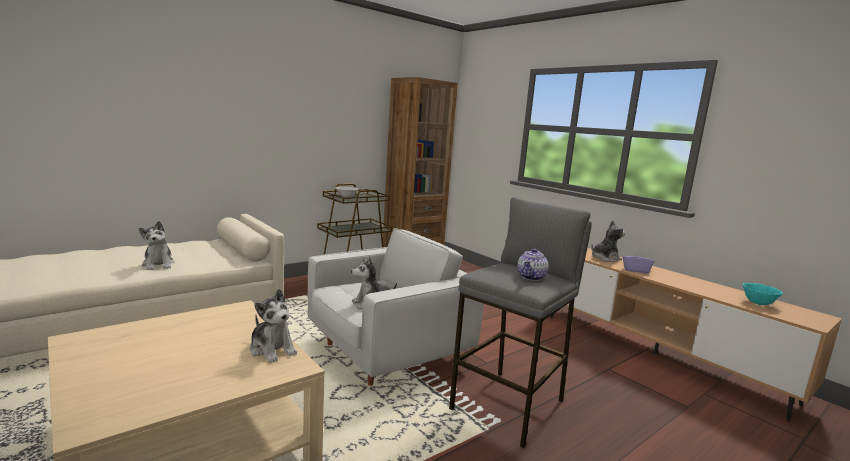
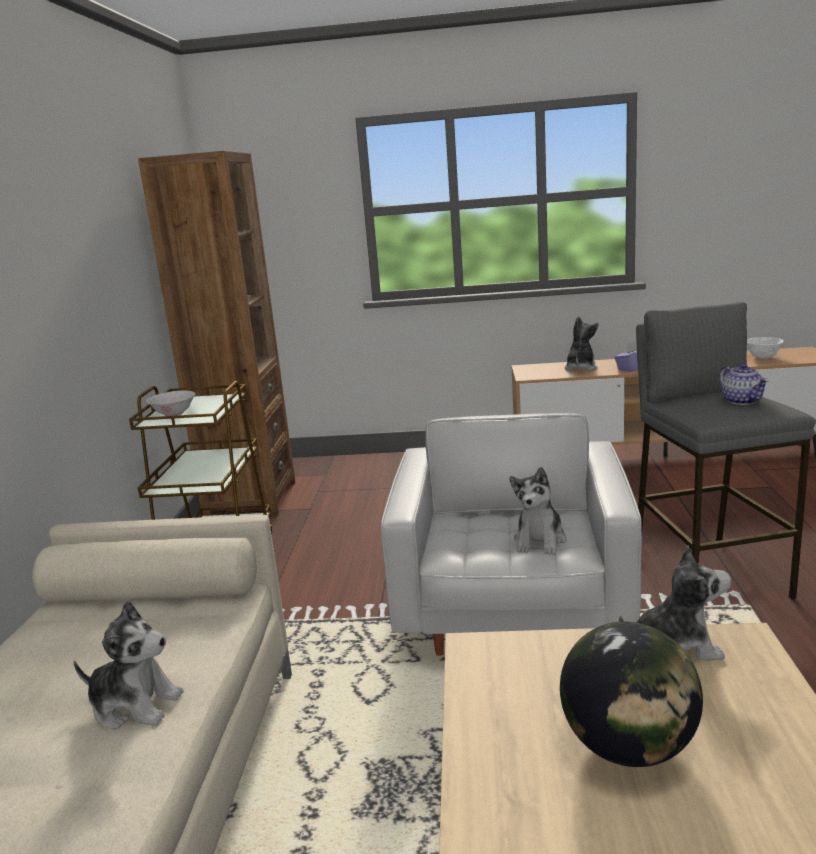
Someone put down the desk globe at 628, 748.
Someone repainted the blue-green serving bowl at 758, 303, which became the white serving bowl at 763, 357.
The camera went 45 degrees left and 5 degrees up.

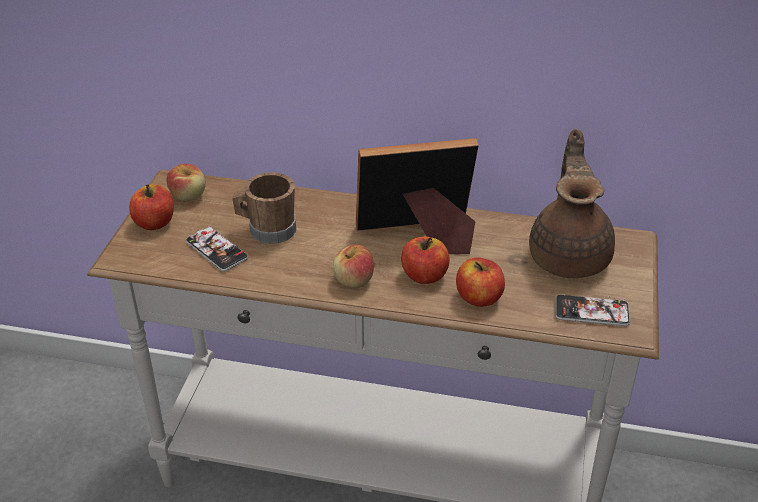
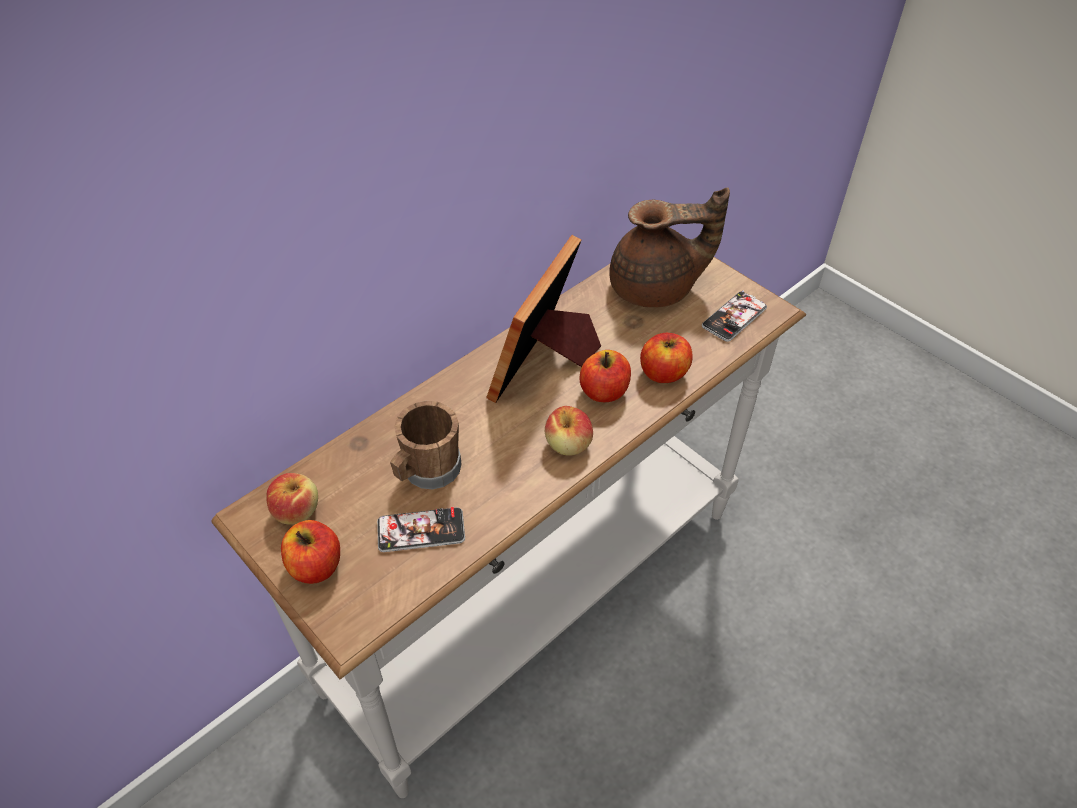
Someone rotated the brown teapot at 569, 255 by 135 degrees clockwise.
The camera went 55 degrees left and 10 degrees up.

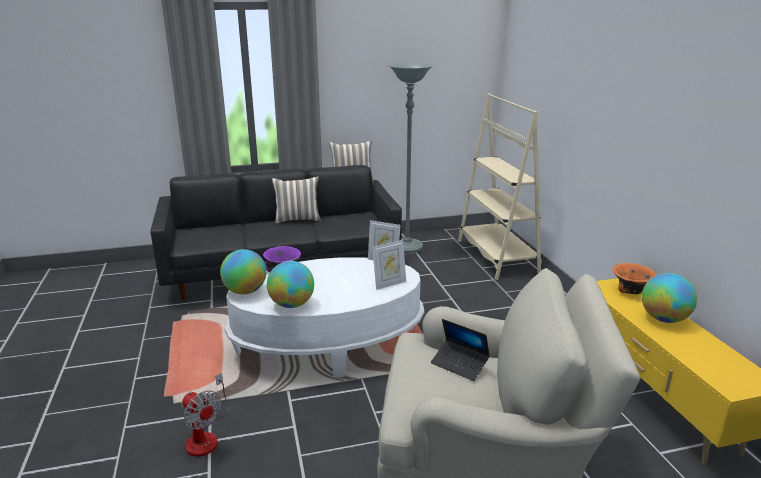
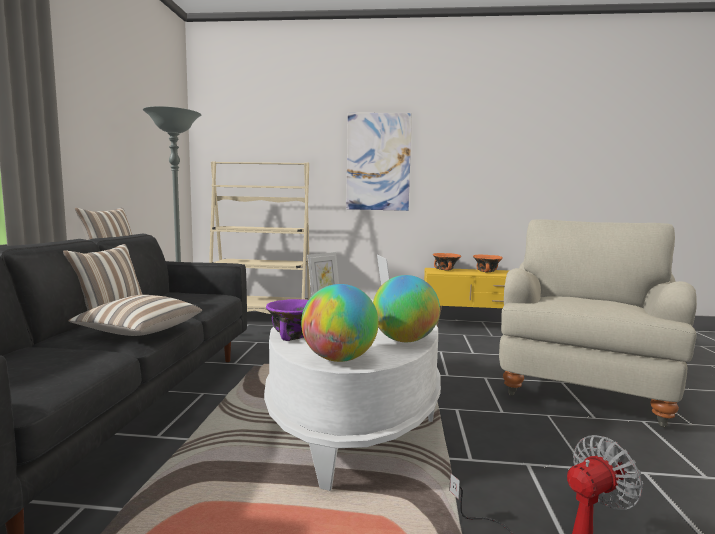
Someone took away the notebook computer at 459, 364.
Someone put down the cushion at 139, 332.
Someone put up the wall picture at 378, 162.
Someone swapped the desk globe at 664, 319 for the orange-coloured serving bowl at 486, 271.
The camera went 70 degrees left and 15 degrees down.

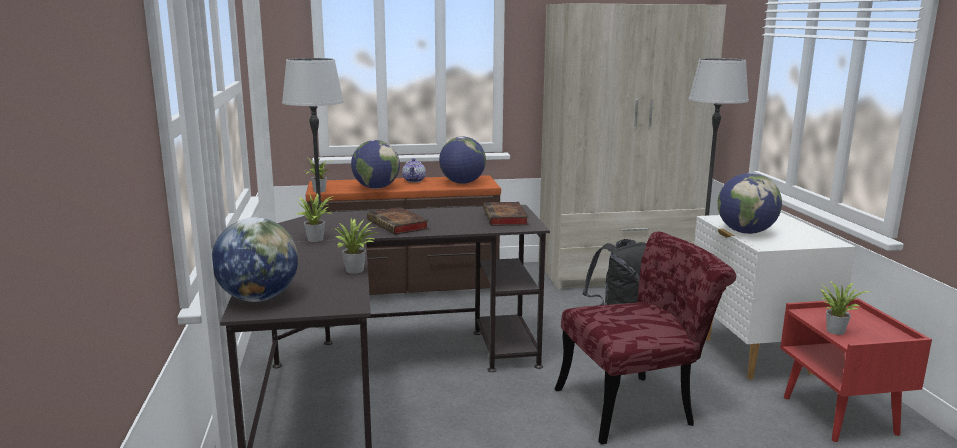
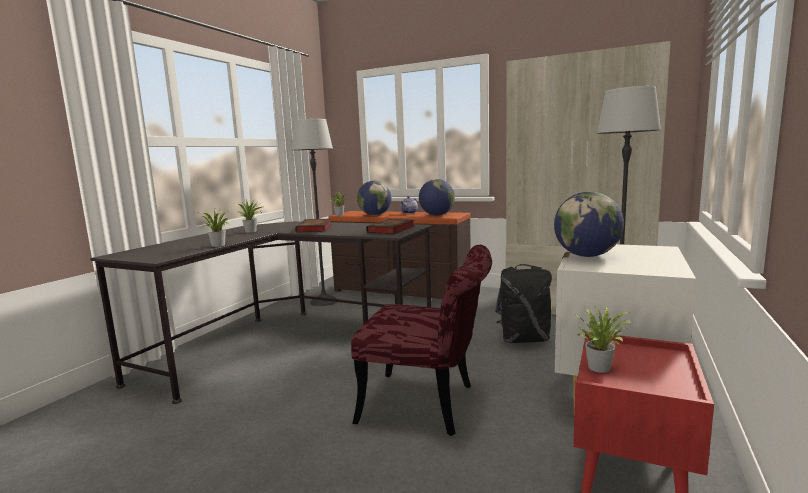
Someone took away the desk globe at 259, 298.
The camera went 35 degrees right and 5 degrees down.

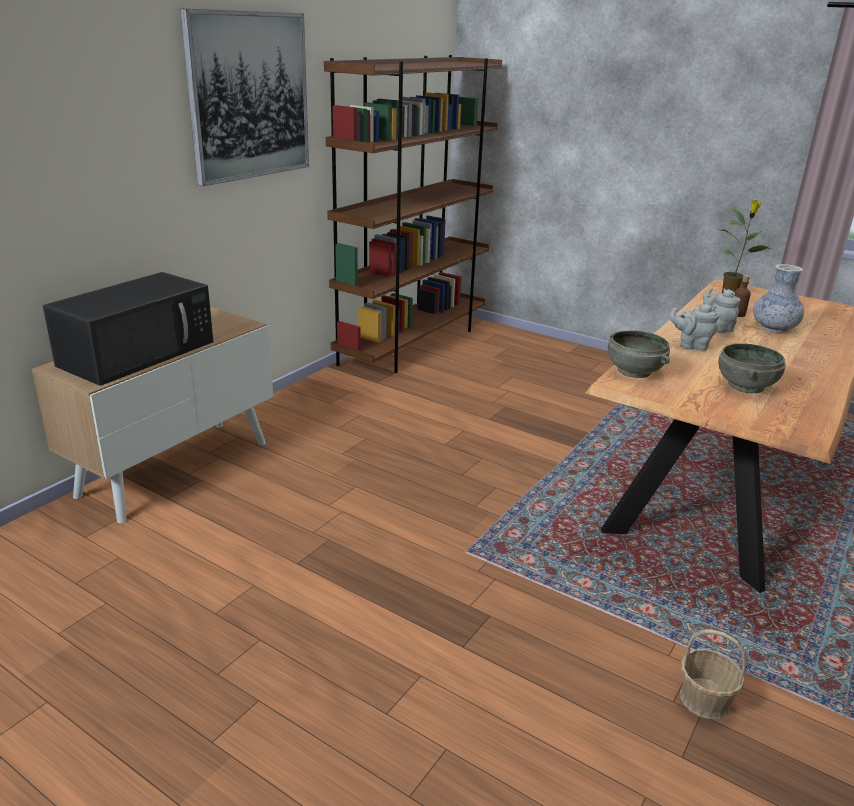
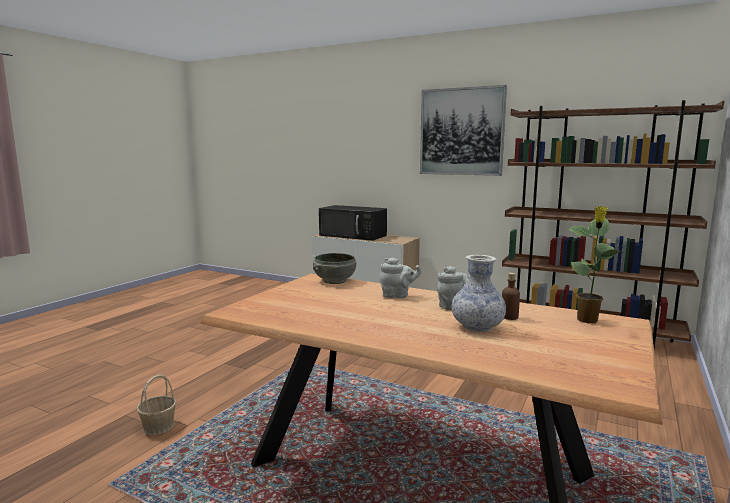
Someone took away the grey serving bowl at 746, 386.
Someone rotated the grey teapot at 691, 345 by 90 degrees clockwise.
The camera went 85 degrees right and 15 degrees down.

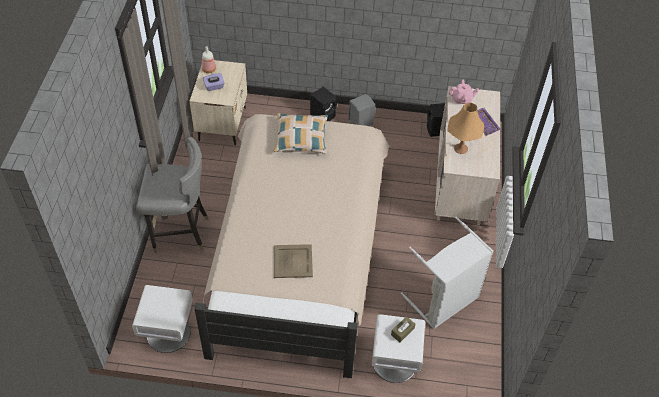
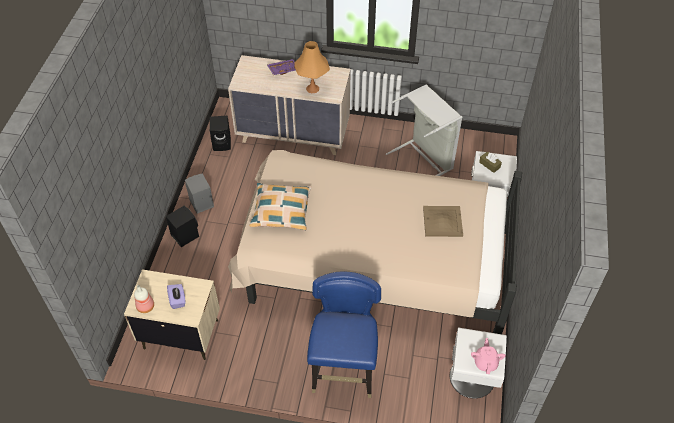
Someone carried the pink-coloured teapot from 462, 99 to 485, 362.
Someone repainted the grey plain chair at 180, 233, which became the blue plain chair at 344, 373.
The camera went 85 degrees left and 0 degrees up.

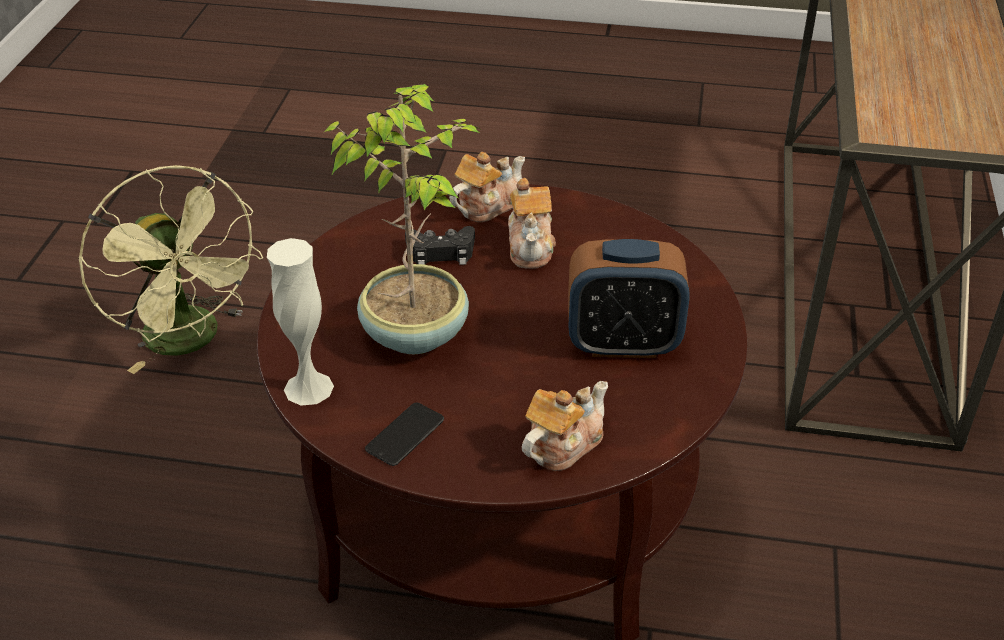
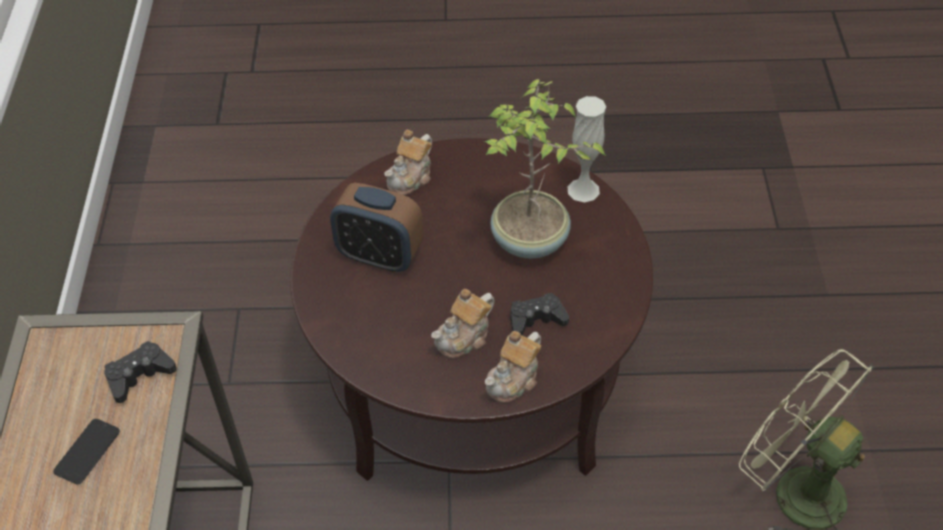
Someone put down the black gamepad at 139, 375.
Someone carried the handset from 405, 435 to 87, 452.
Someone rotated the teapot at 531, 246 by 120 degrees counterclockwise.
Someone rotated the alarm clock at 623, 343 by 150 degrees counterclockwise.
The camera went 170 degrees right and 10 degrees up.

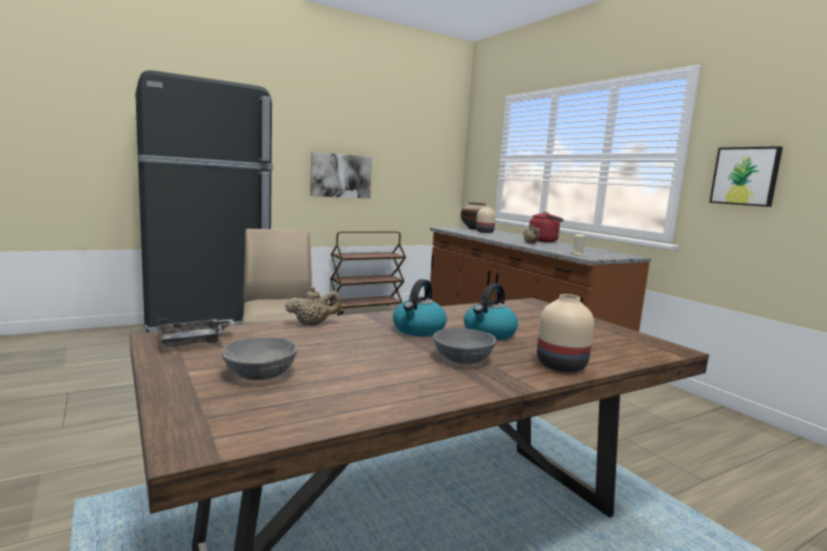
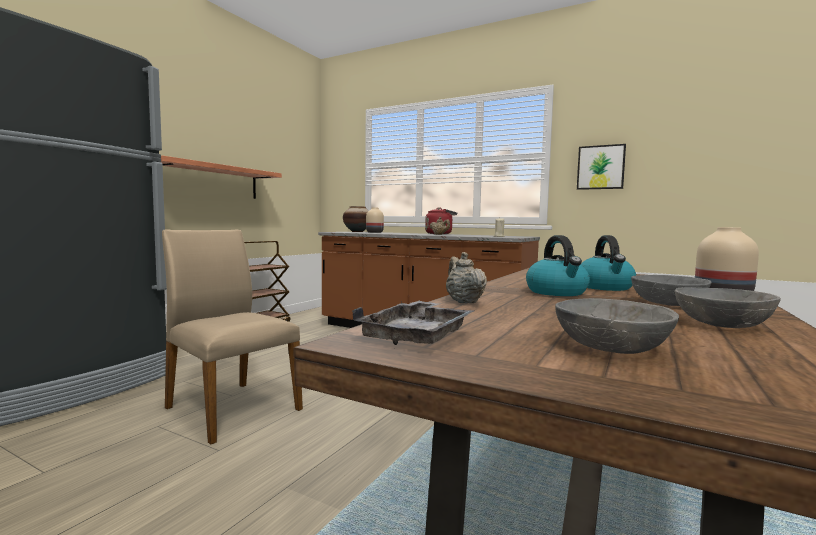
Someone put down the grey serving bowl at 722, 324.
Someone swapped the wall picture at 341, 175 for the wall shelf at 210, 181.
Someone rotated the beige teapot at 313, 324 by 60 degrees counterclockwise.
The camera went 30 degrees left and 5 degrees down.

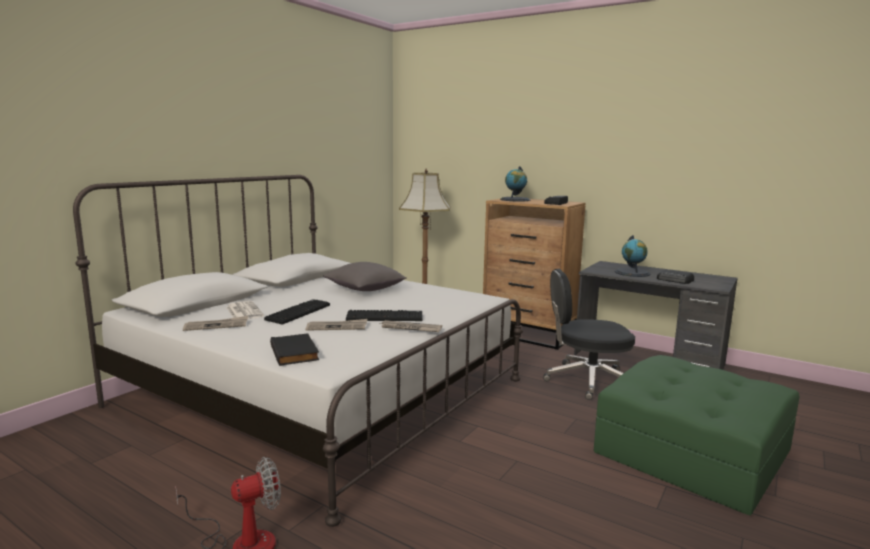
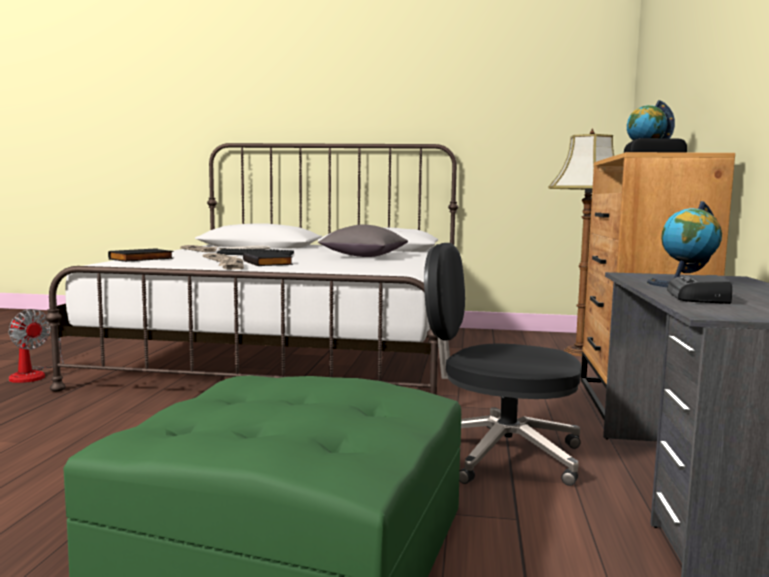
Someone swapped the keyboard at 385, 317 for the black bound book at 269, 263.
Someone rotated the black desk chair at 587, 381 by 45 degrees counterclockwise.
The camera went 65 degrees right and 5 degrees down.

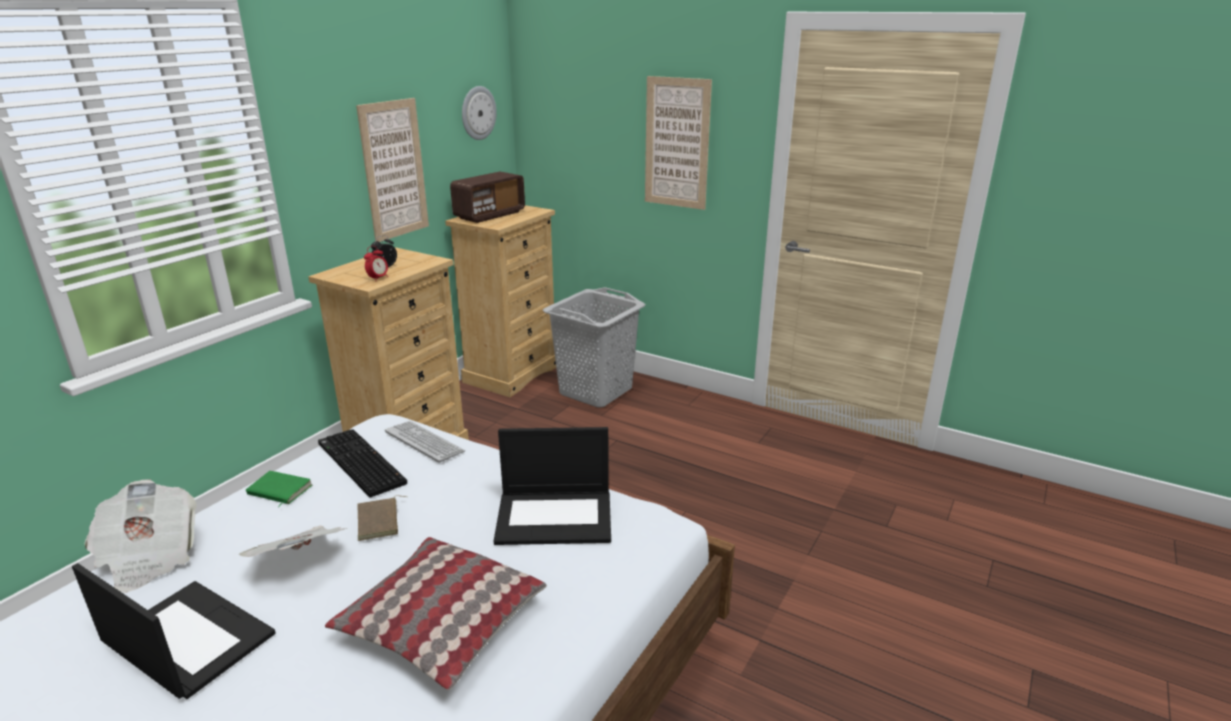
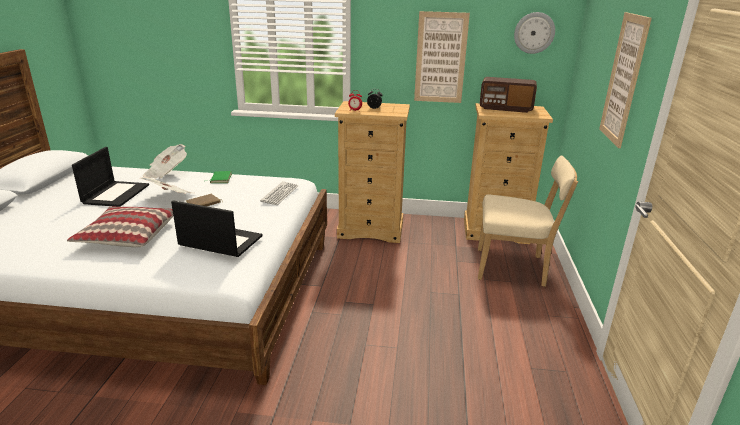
Someone took away the keyboard at 358, 464.
Someone swapped the grey hamper at 596, 391 for the beige plain chair at 514, 268.
Someone rotated the notebook computer at 556, 517 by 135 degrees clockwise.
The camera went 65 degrees right and 0 degrees up.

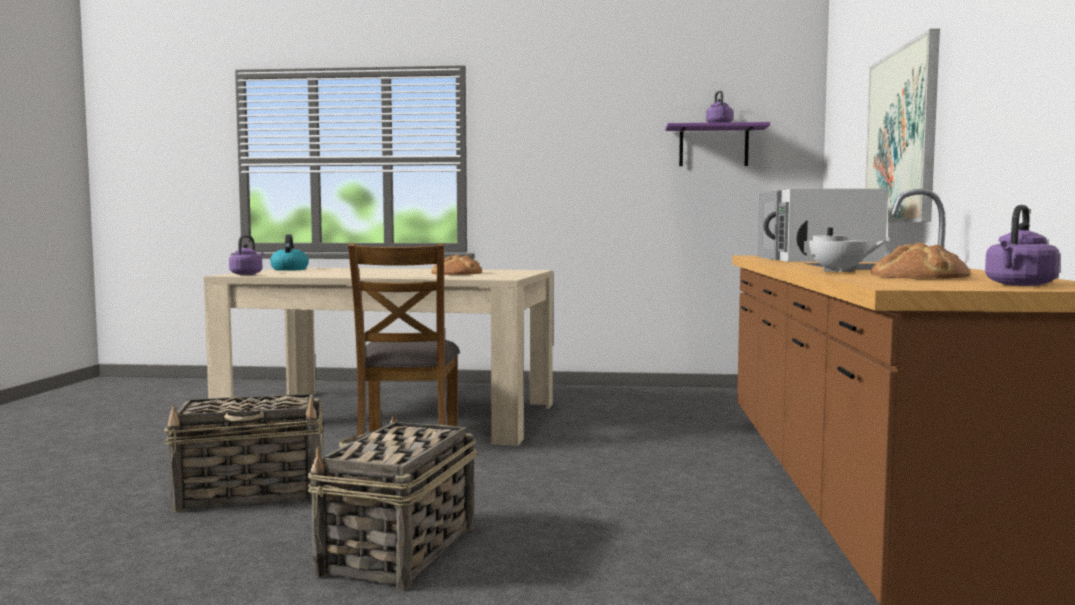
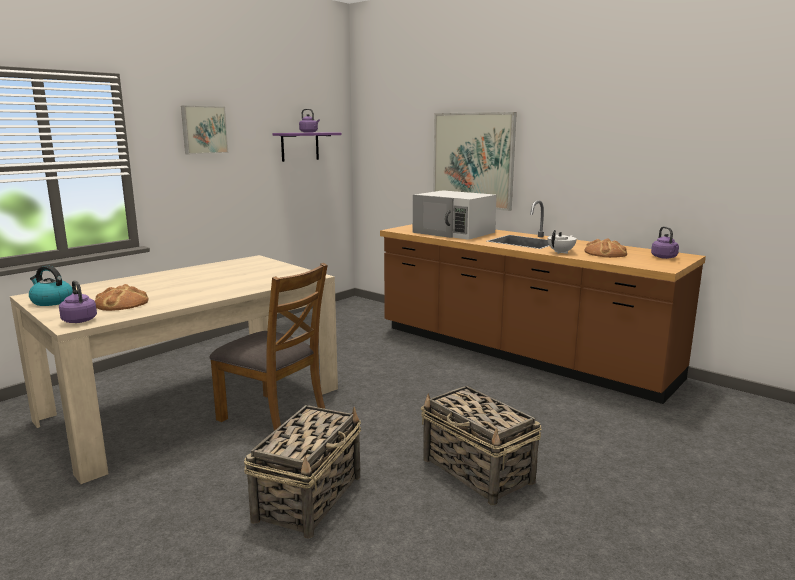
Someone put up the wall picture at 203, 130.
Someone carried the bakery bread from 457, 273 to 122, 303.
The camera went 55 degrees left and 10 degrees up.

